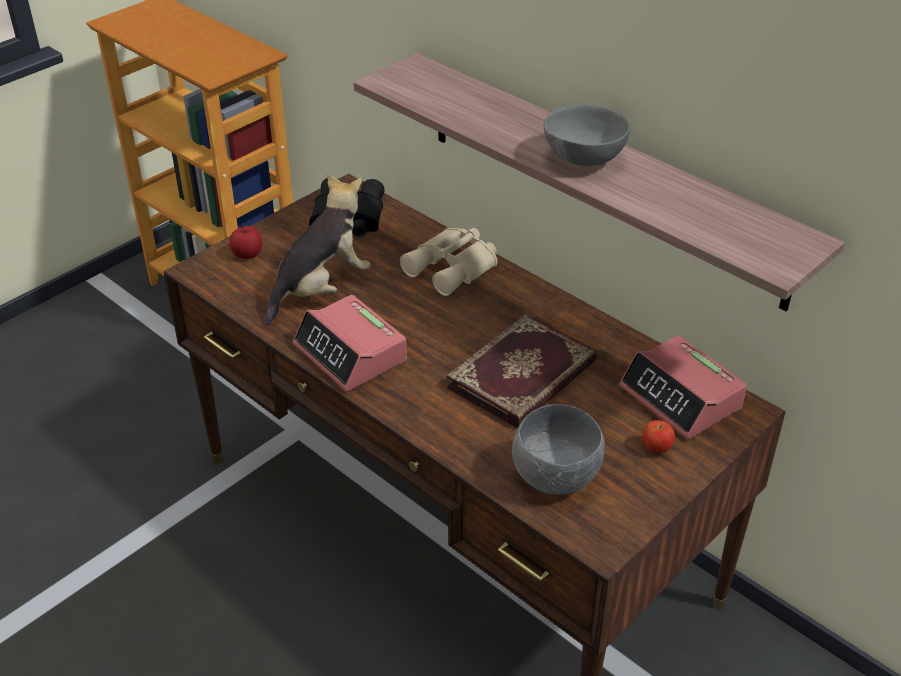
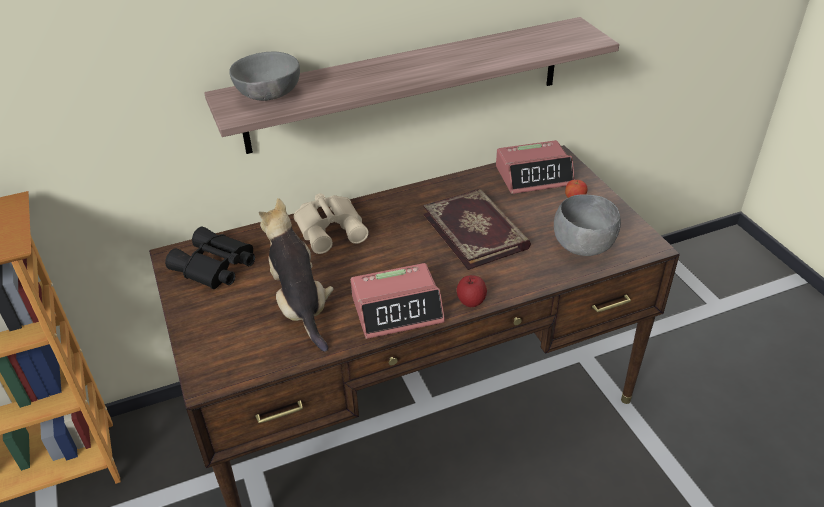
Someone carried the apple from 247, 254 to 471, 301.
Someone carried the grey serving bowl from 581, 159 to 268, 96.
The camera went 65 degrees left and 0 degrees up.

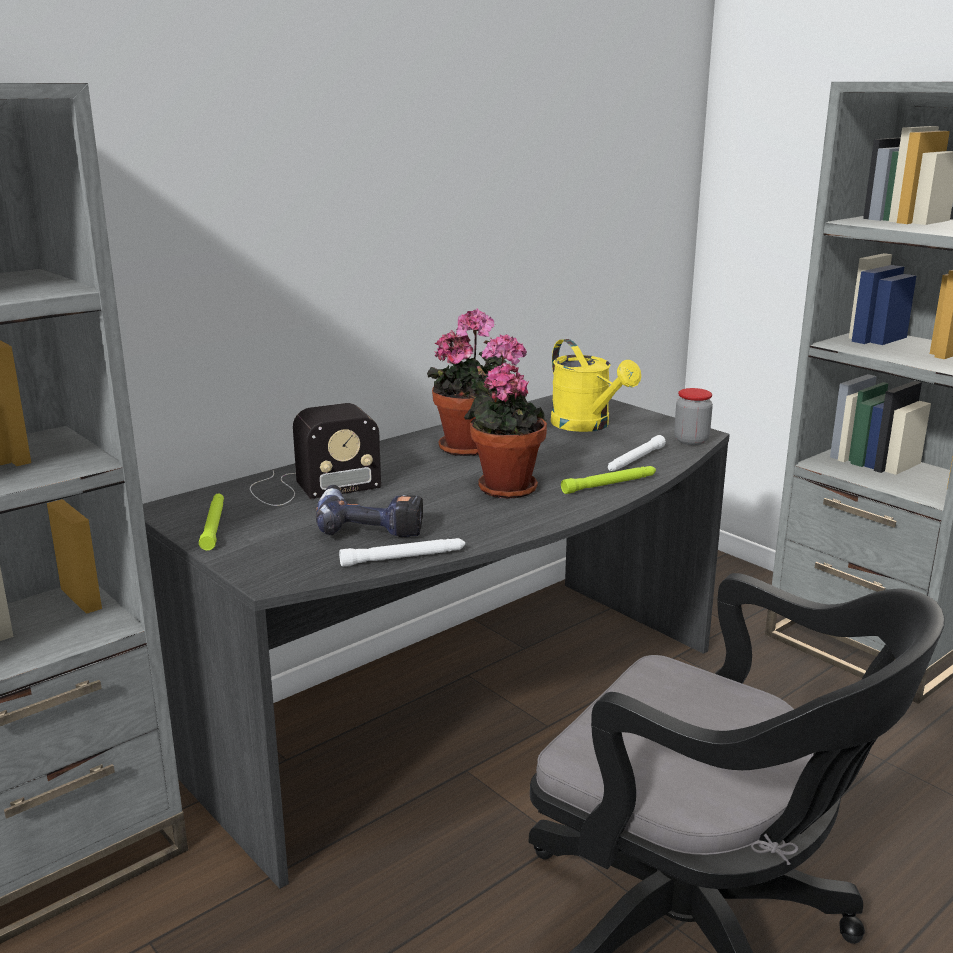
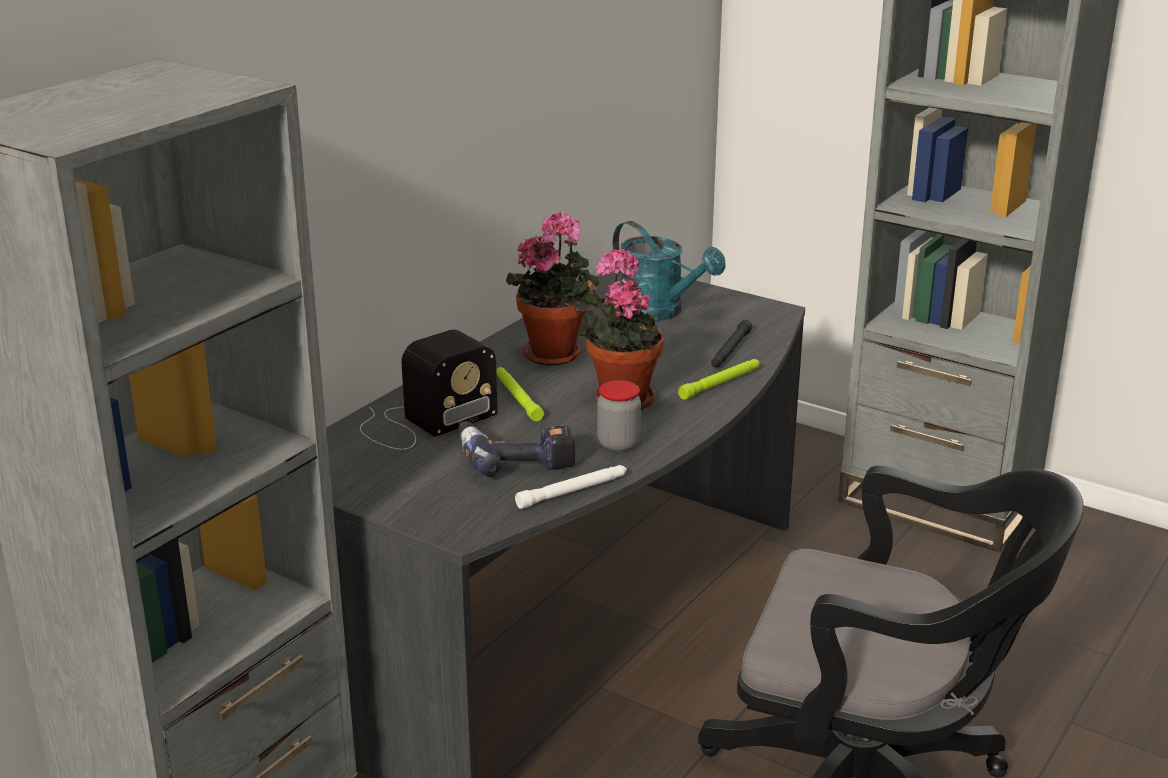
Someone carried the green torch from 214, 525 to 517, 397.
Someone carried the storage jar from 691, 441 to 618, 444.
Someone repainted the yellow sprinkling can at 587, 426, which became the blue-green sprinkling can at 660, 312.
Someone repainted the white torch at 635, 460, which became the black torch at 730, 351.
The camera went 15 degrees left and 5 degrees up.

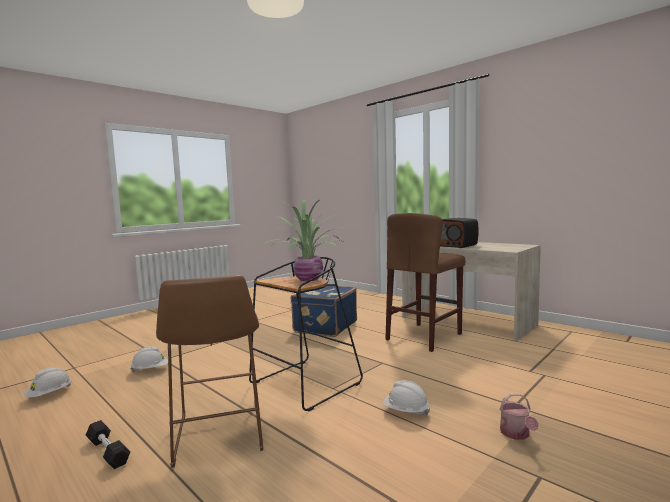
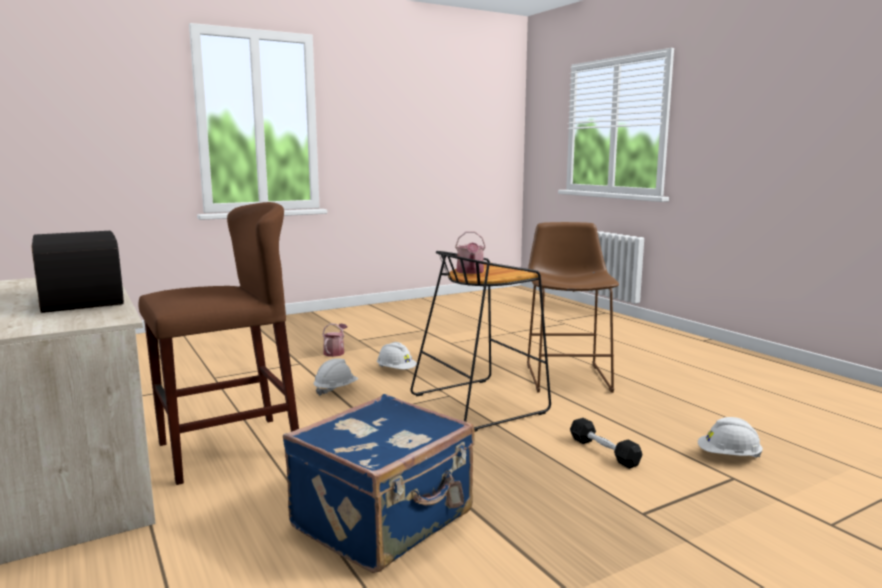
Someone carried the white safety helmet from 50, 394 to 335, 390.
Someone carried the black dumbbell from 108, 452 to 604, 451.
Someone swapped the plant in a pot at 309, 279 for the sprinkling can at 470, 272.
The camera went 165 degrees left and 5 degrees up.

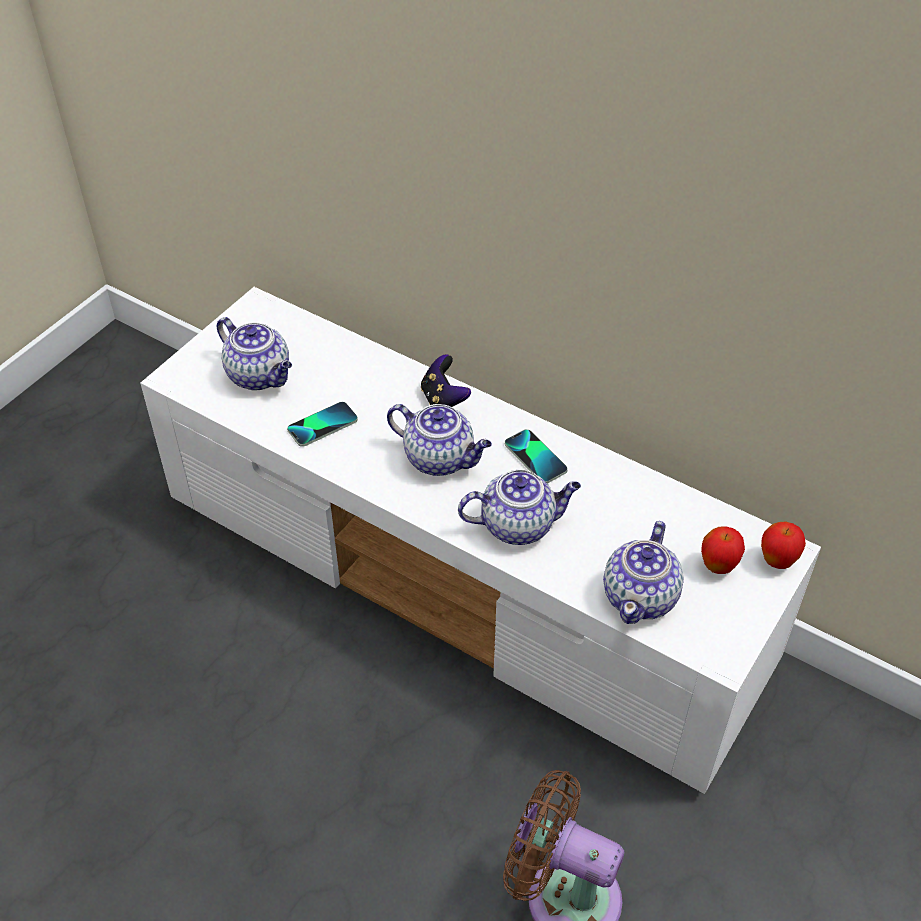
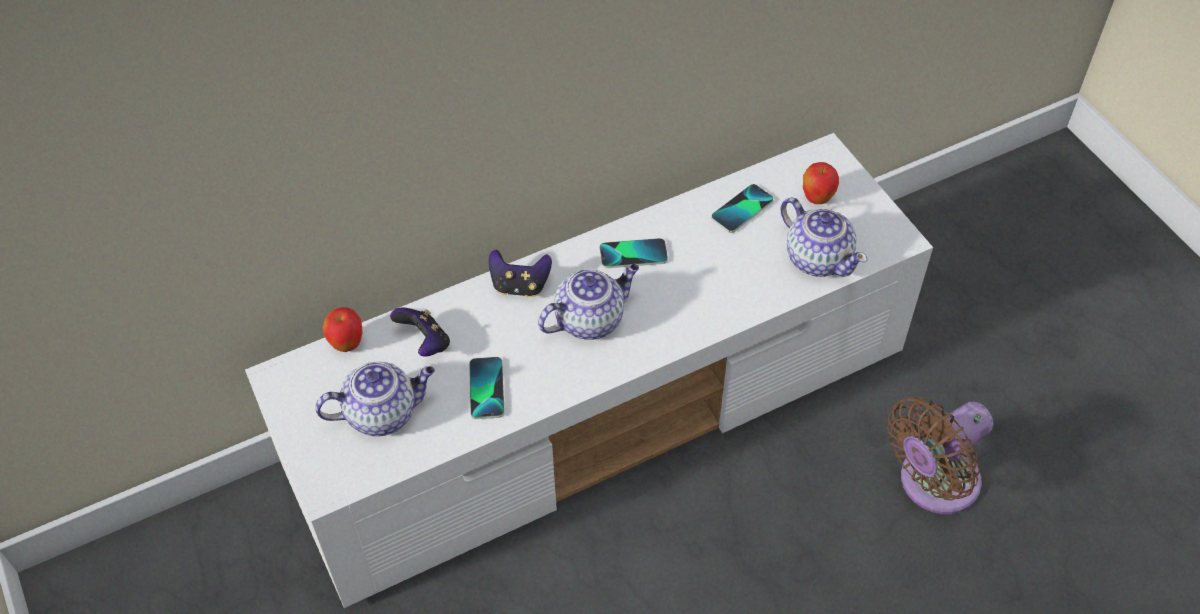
Someone took away the teapot at 519, 525.
Someone put down the gamepad at 425, 343.
Someone put down the handset at 742, 209.
Someone carried the apple from 777, 561 to 347, 344.
The camera went 60 degrees left and 5 degrees up.

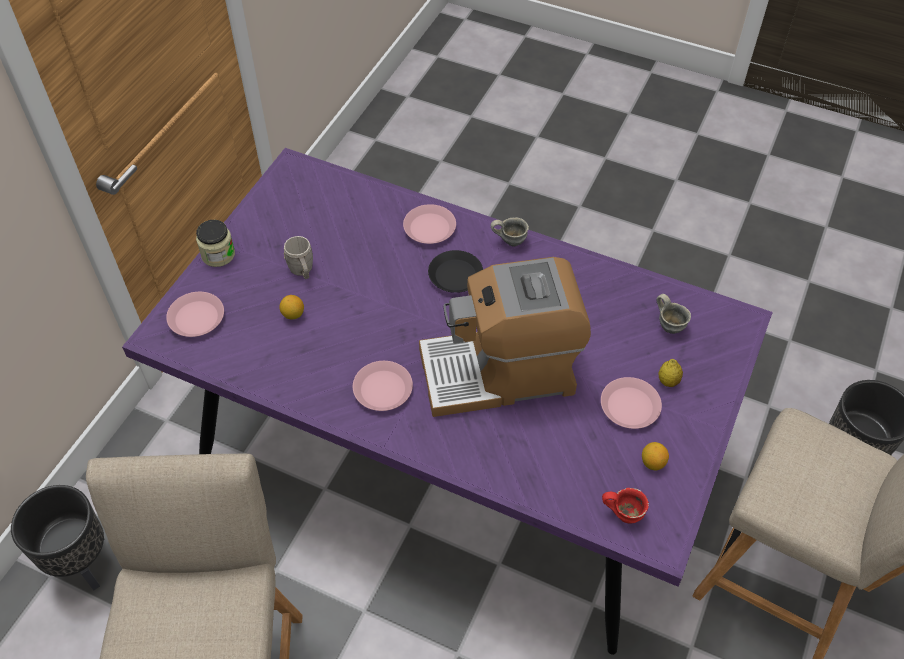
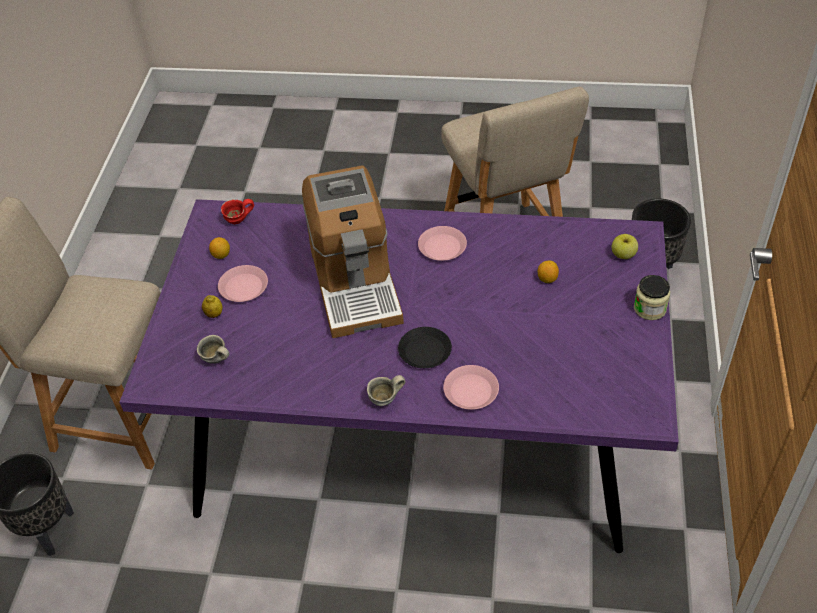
Someone took away the grey mug at 302, 271.
Someone swapped the pink-coloured plate at 197, 318 for the apple at 623, 255.
Someone rotated the coffee brewer at 500, 371 by 105 degrees clockwise.
The camera went 165 degrees right and 5 degrees down.

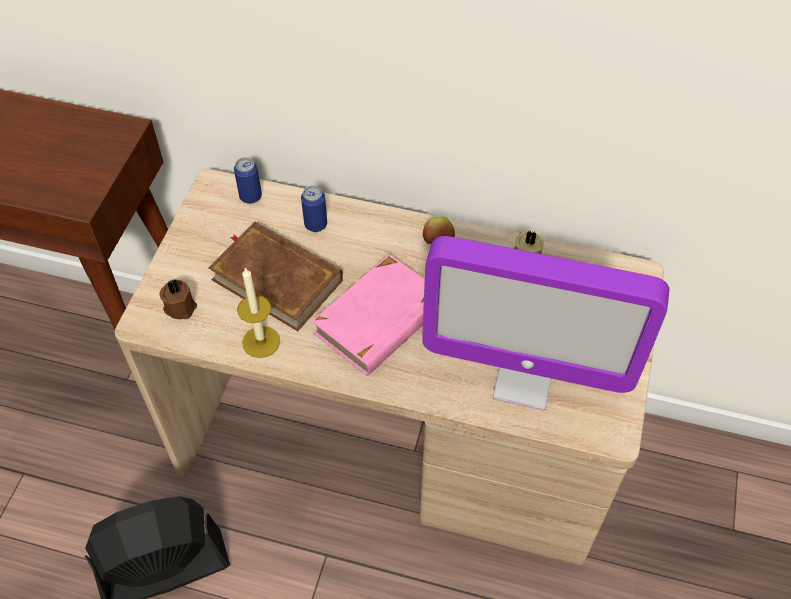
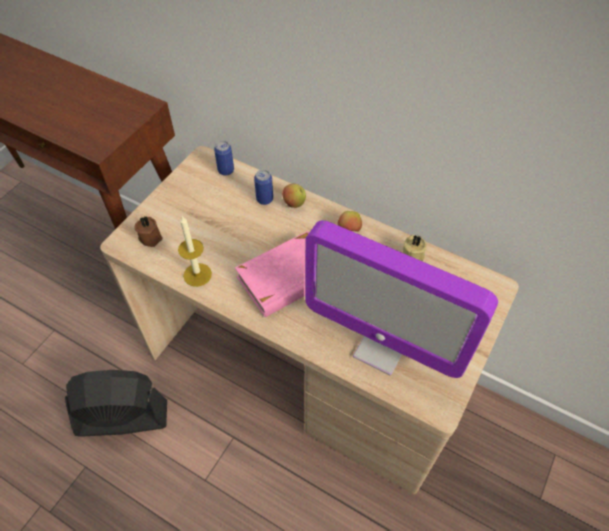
Someone took away the brown bound book at 277, 279.
Someone put down the apple at 294, 203.
The camera went 15 degrees right and 0 degrees up.

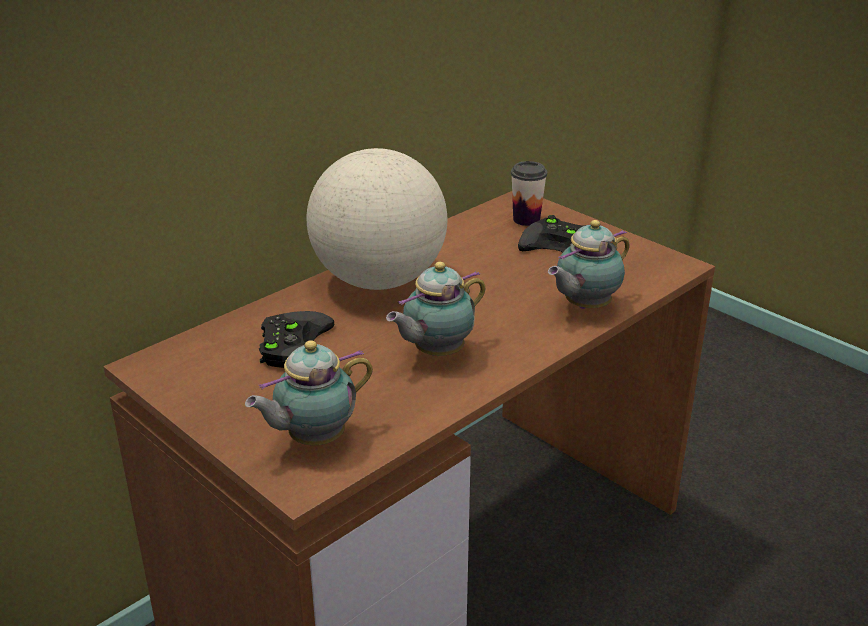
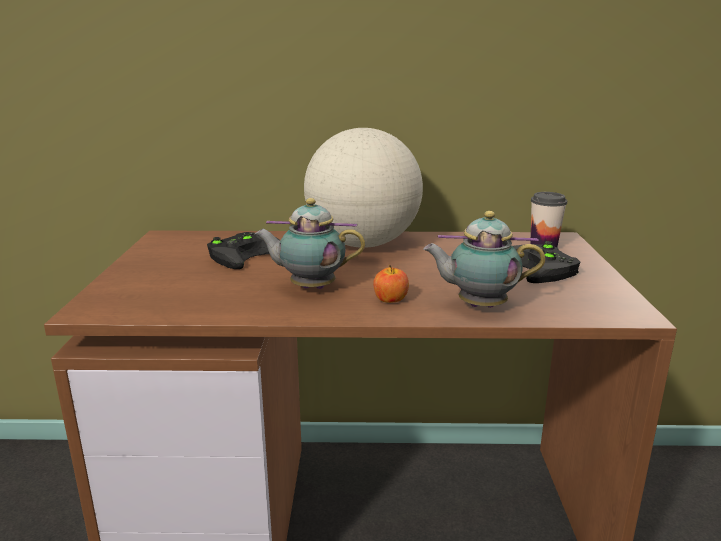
Someone took away the teapot at 313, 439.
Someone put down the apple at 390, 300.
The camera went 45 degrees right and 10 degrees down.

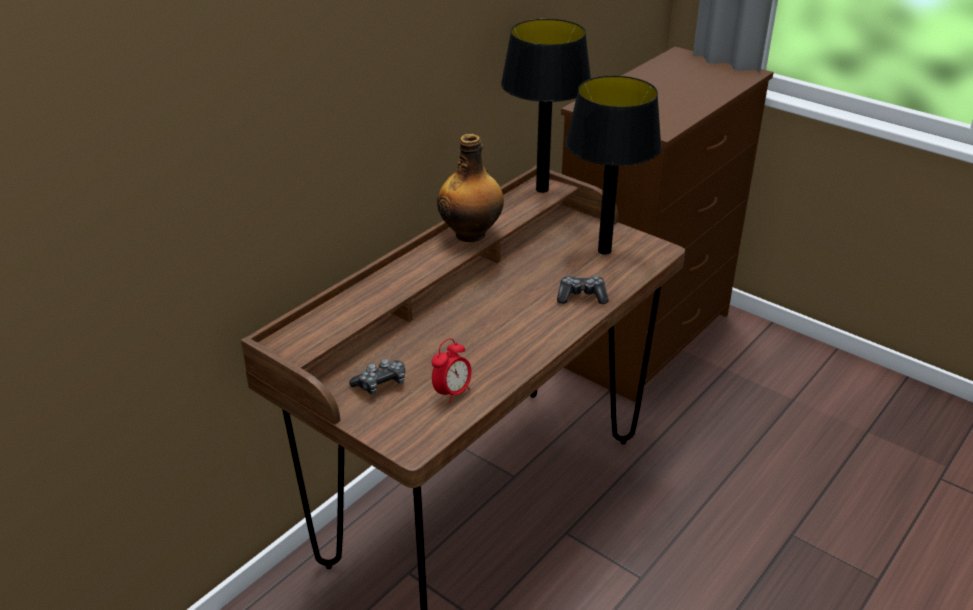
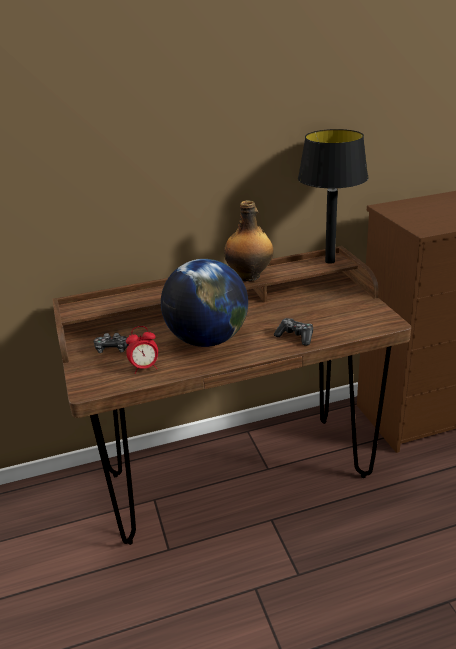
Someone took away the black lamp for a table at 603, 251.
Someone put down the desk globe at 207, 340.
The camera went 35 degrees right and 5 degrees down.

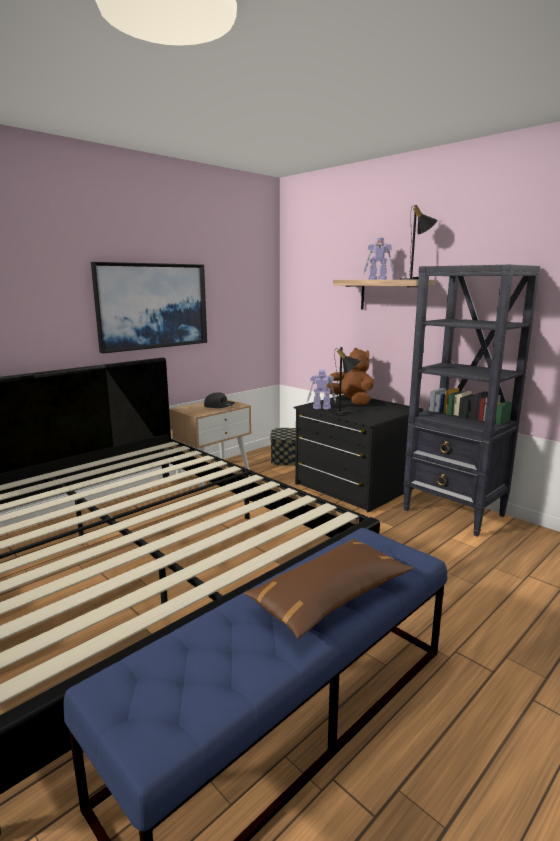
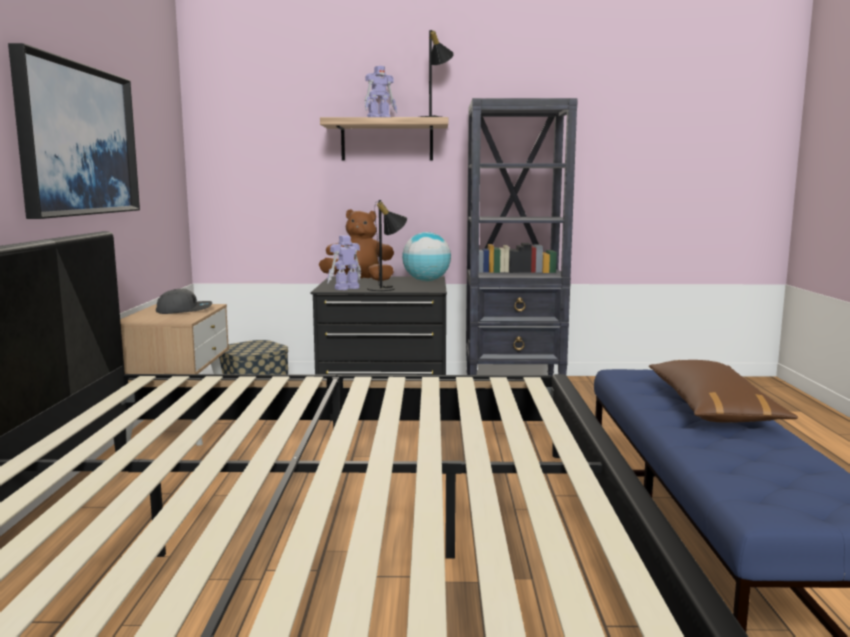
Someone put down the desk globe at 426, 281.
The camera went 45 degrees left and 5 degrees down.

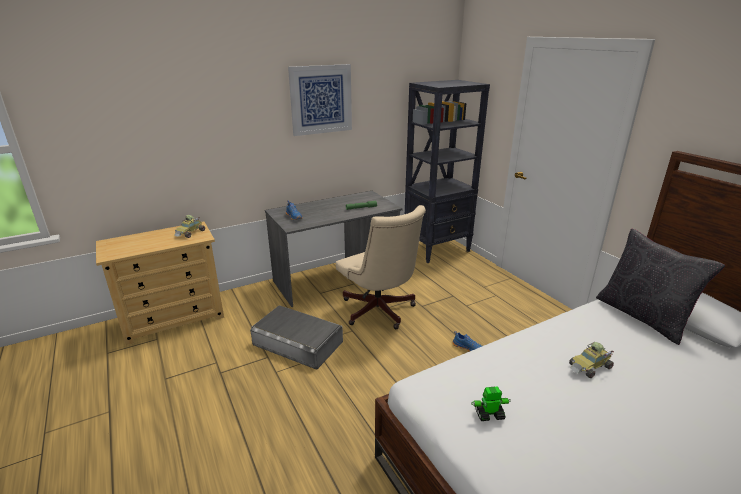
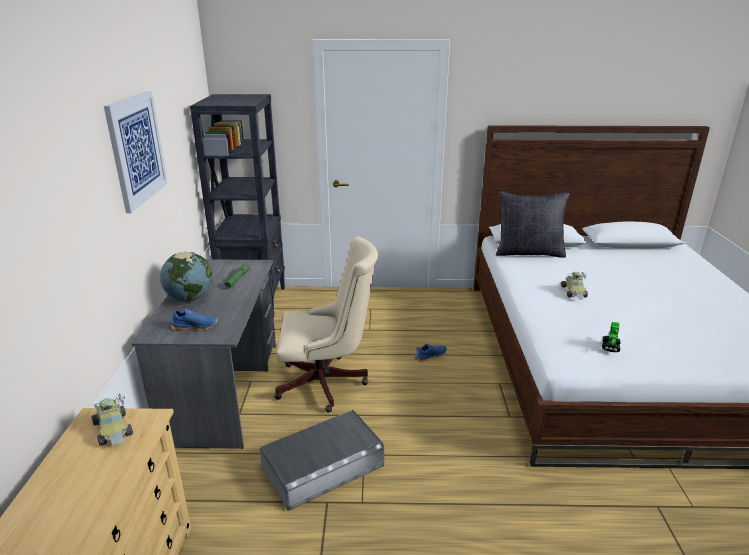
Someone put down the desk globe at 190, 298.
The camera went 60 degrees left and 0 degrees up.

